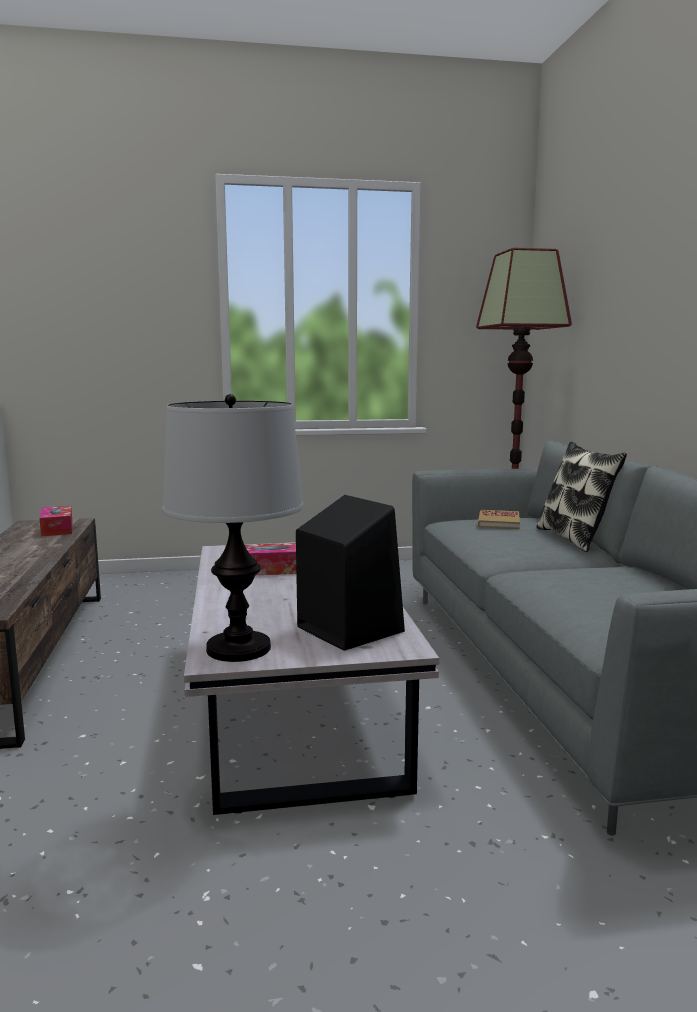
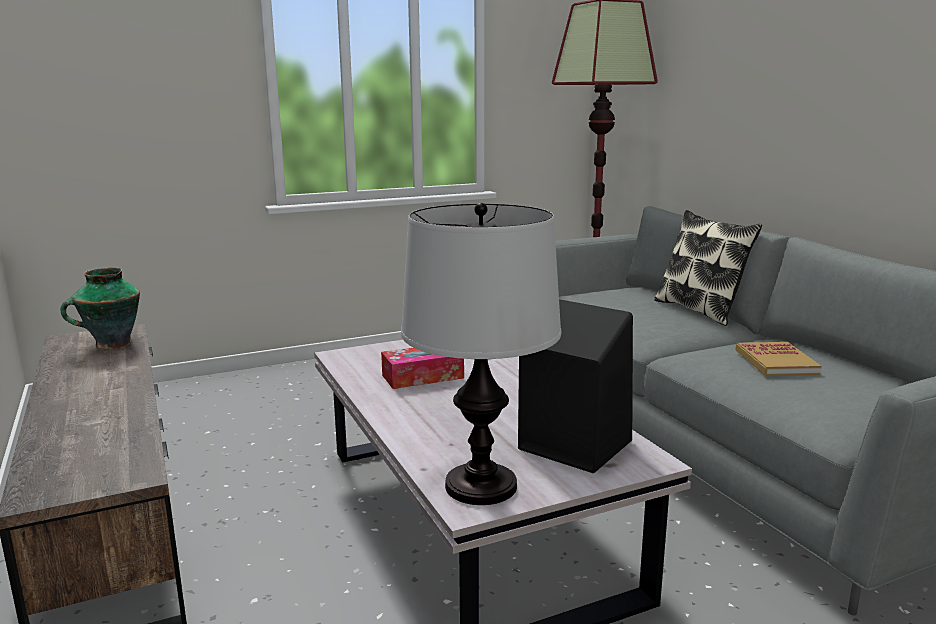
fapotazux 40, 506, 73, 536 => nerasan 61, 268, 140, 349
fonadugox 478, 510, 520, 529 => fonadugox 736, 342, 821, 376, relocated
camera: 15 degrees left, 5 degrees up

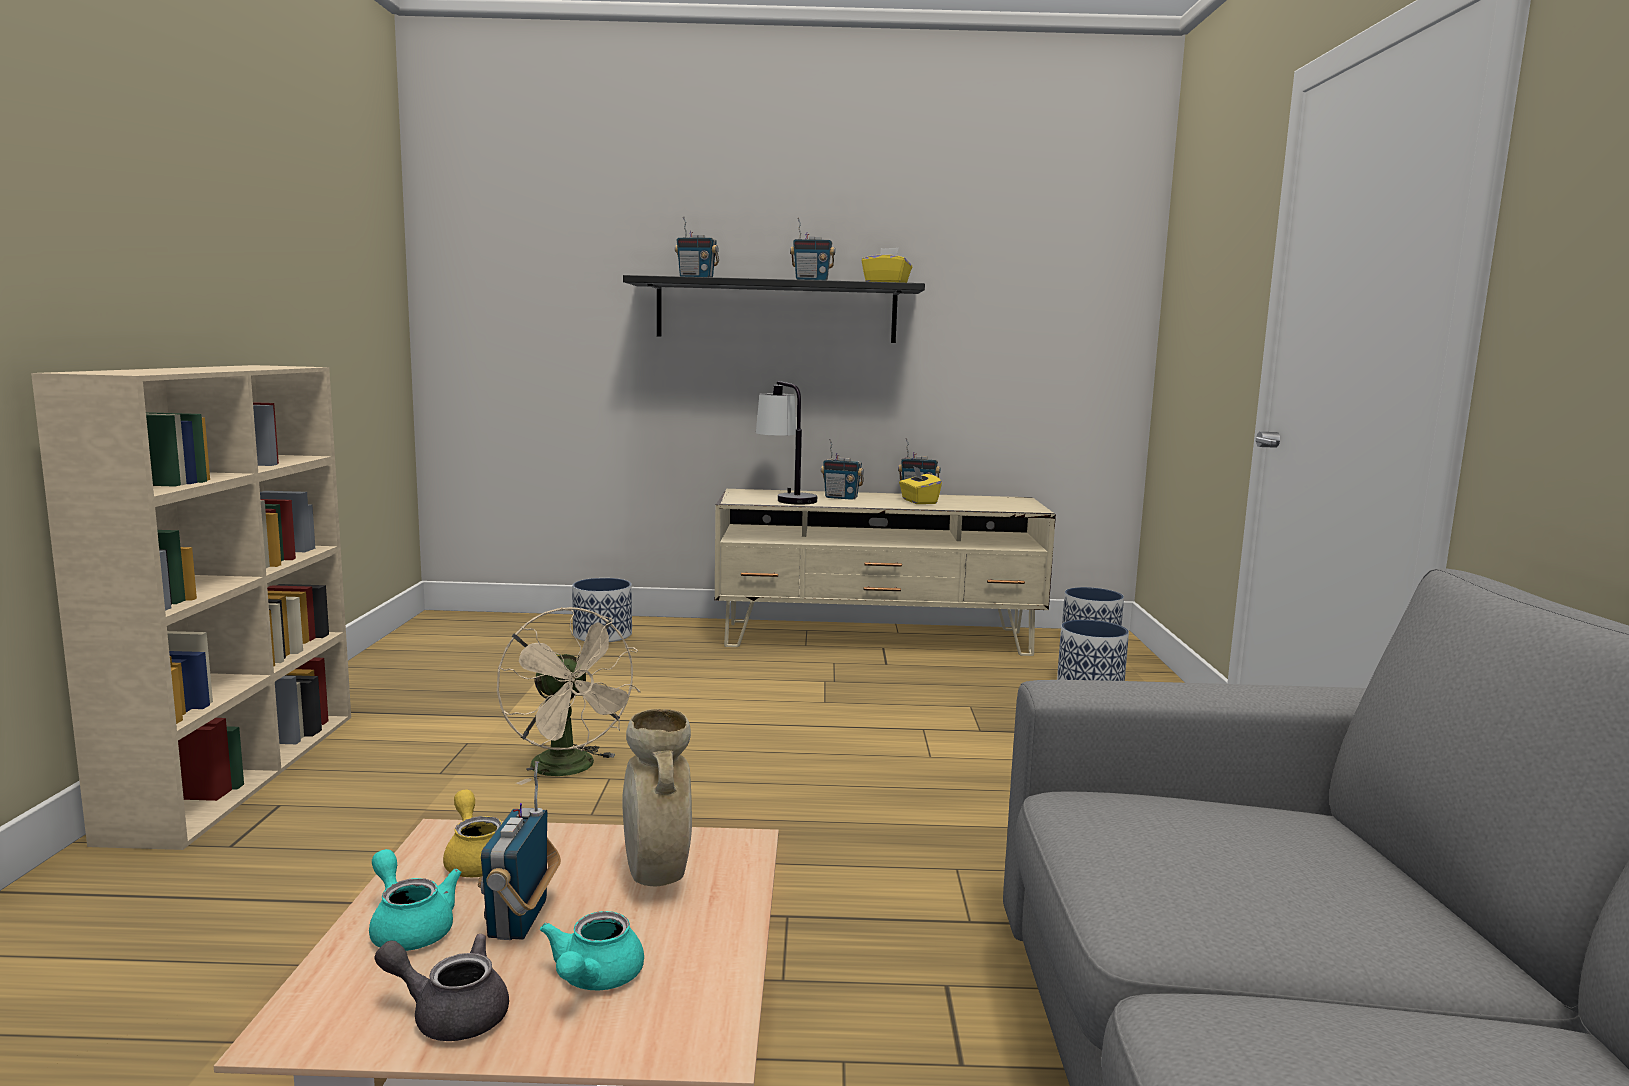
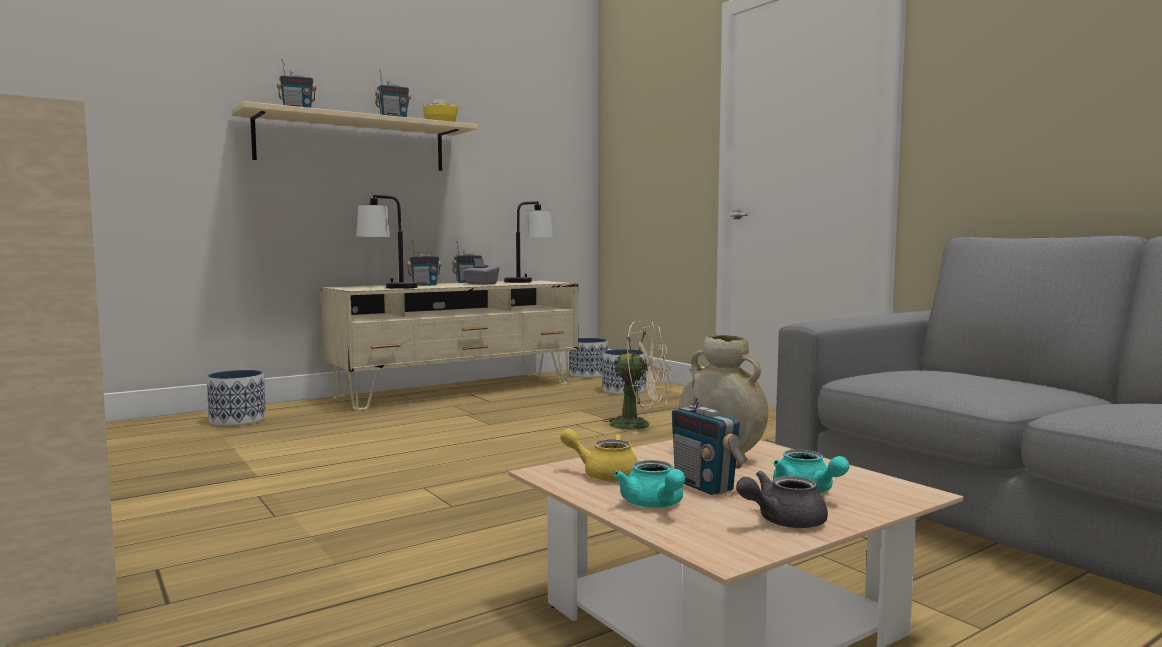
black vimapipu 623, 275, 925, 343 => beige vimapipu 231, 101, 478, 171
yellow fapotazux 899, 466, 942, 504 => grey fapotazux 463, 258, 500, 285
nothing => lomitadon 504, 201, 553, 283
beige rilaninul 497, 607, 641, 785 => beige rilaninul 602, 320, 671, 434, relocated
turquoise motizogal 369, 849, 462, 951 => turquoise motizogal 614, 460, 685, 508, 120 degrees counterclockwise
camera: 35 degrees left, 5 degrees down

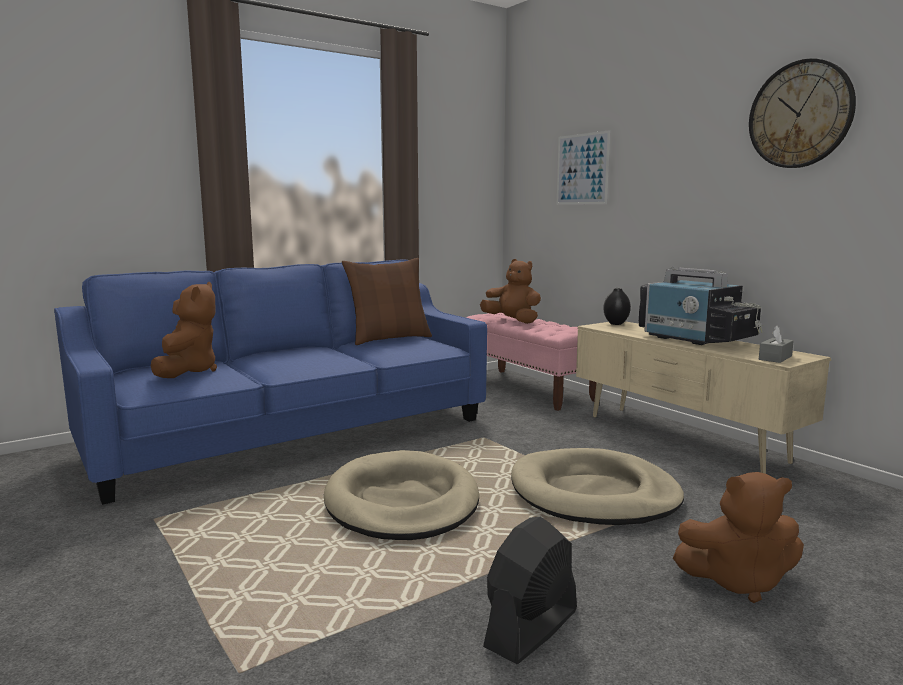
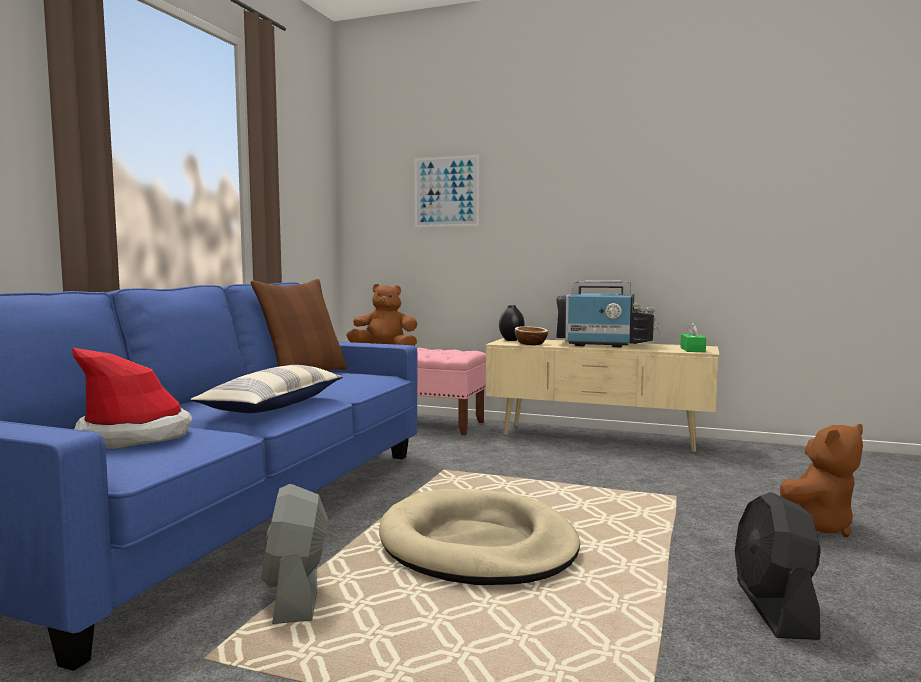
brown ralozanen 151, 282, 217, 378 => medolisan 72, 347, 192, 449
nothing => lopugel 190, 365, 343, 413
nothing => grey rilaninul 261, 484, 328, 624
nothing => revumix 515, 326, 548, 345
grey fapotazux 759, 326, 794, 363 => green fapotazux 680, 322, 706, 352
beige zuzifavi 511, 448, 684, 525 => nothing
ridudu 749, 59, 856, 168 => nothing
camera: 35 degrees left, 5 degrees down

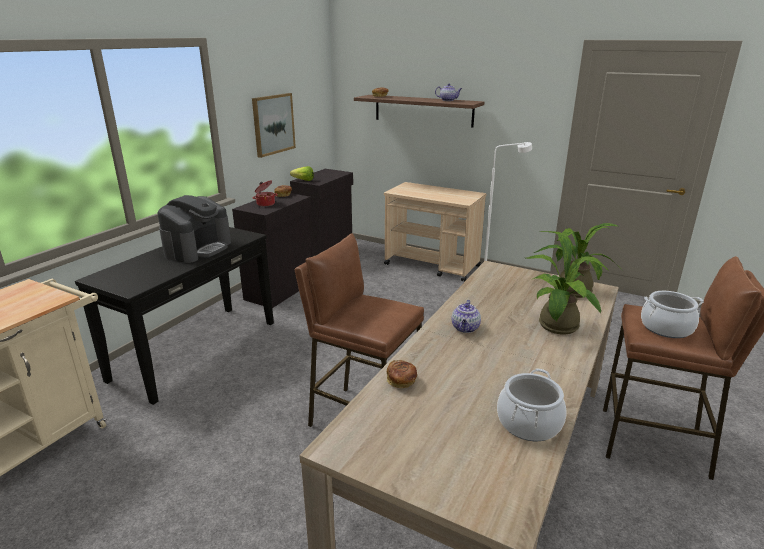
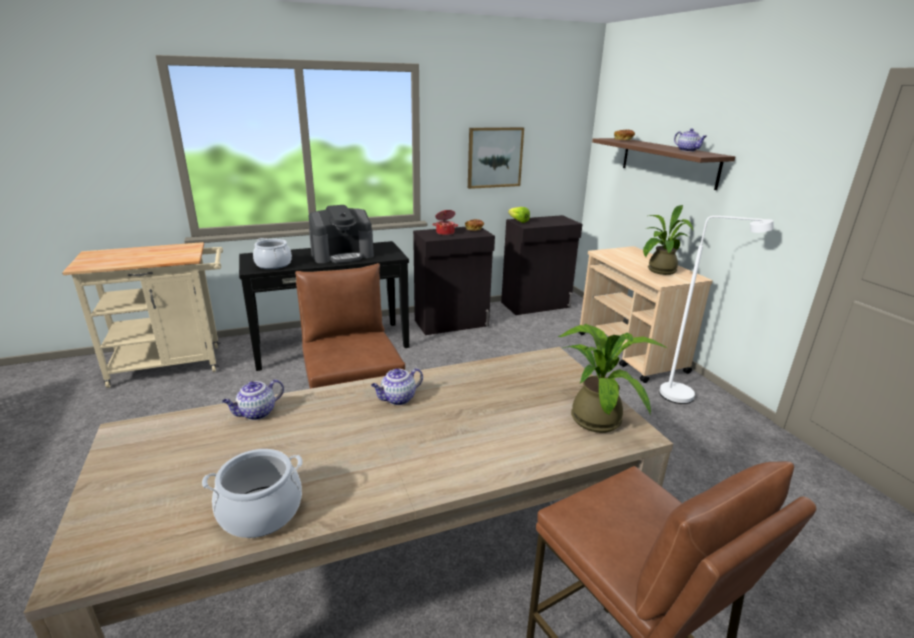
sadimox 386, 360, 417, 389 => motizogal 222, 379, 284, 420
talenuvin 641, 291, 704, 338 => talenuvin 253, 238, 292, 269, relocated
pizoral 526, 233, 609, 334 => pizoral 643, 205, 693, 275, relocated
camera: 40 degrees right, 0 degrees up

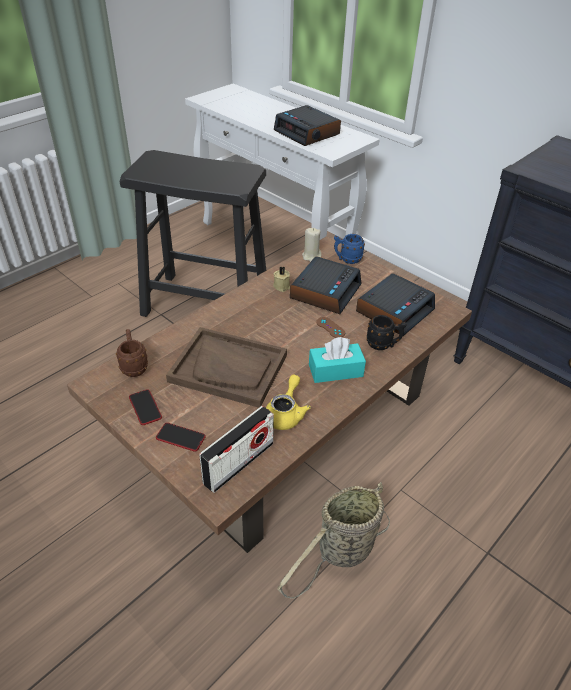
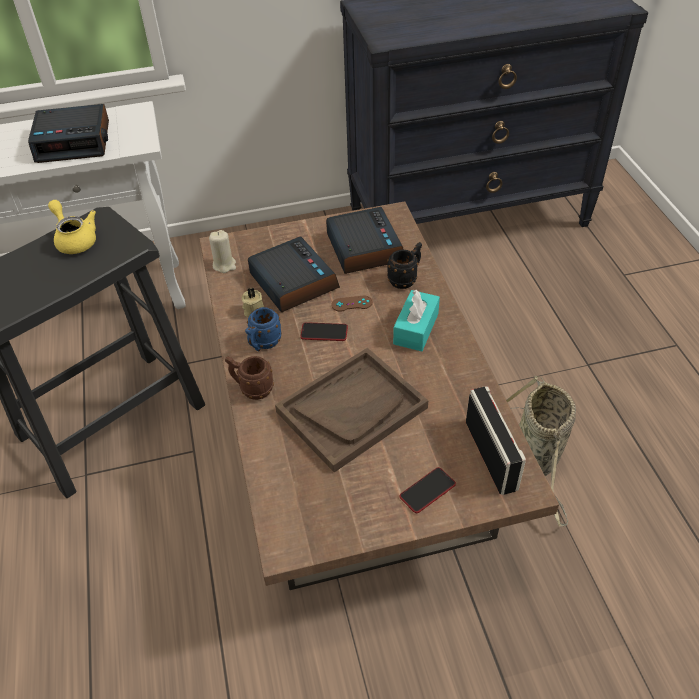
yellow motizogal 266, 375, 311, 430 => yellow motizogal 48, 200, 96, 254, relocated
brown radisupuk 116, 329, 148, 377 => brown radisupuk 225, 356, 274, 400, relocated
blue radisupuk 334, 234, 365, 264 => blue radisupuk 245, 307, 282, 351, relocated
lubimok 129, 389, 162, 425 => lubimok 300, 322, 348, 341, relocated
camera: 55 degrees left, 5 degrees up

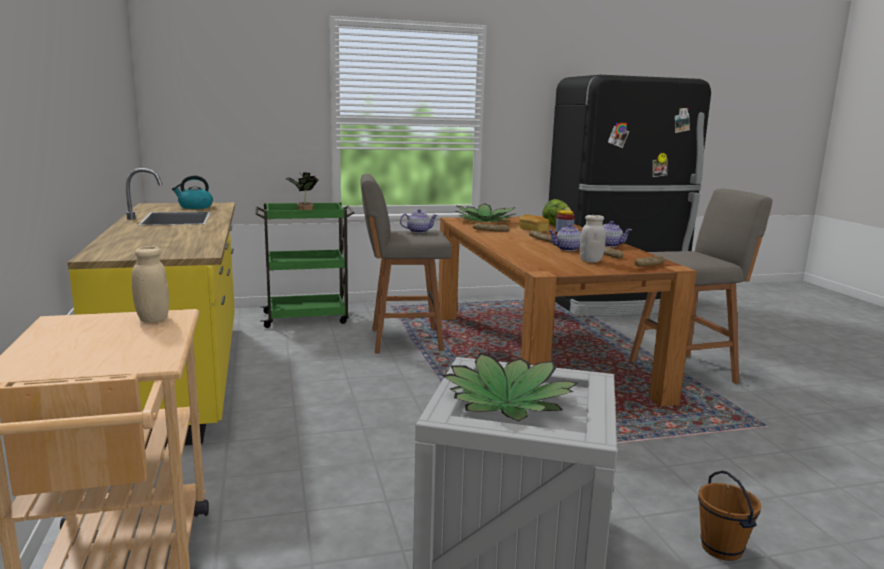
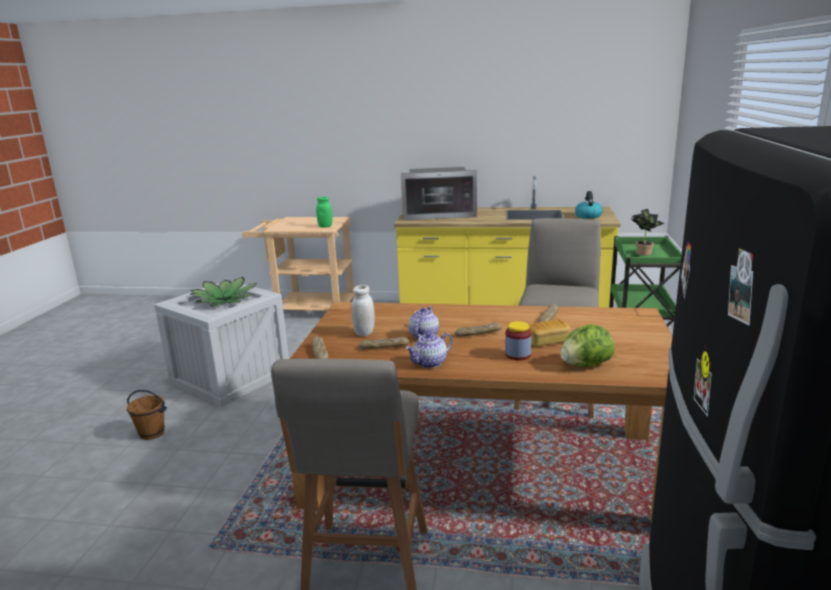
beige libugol 131, 246, 169, 323 => green libugol 316, 197, 333, 228
nothing => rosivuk 401, 167, 477, 220
motizogal 400, 209, 438, 233 => nothing
pizoral 454, 203, 515, 222 => nothing
camera: 115 degrees right, 5 degrees up

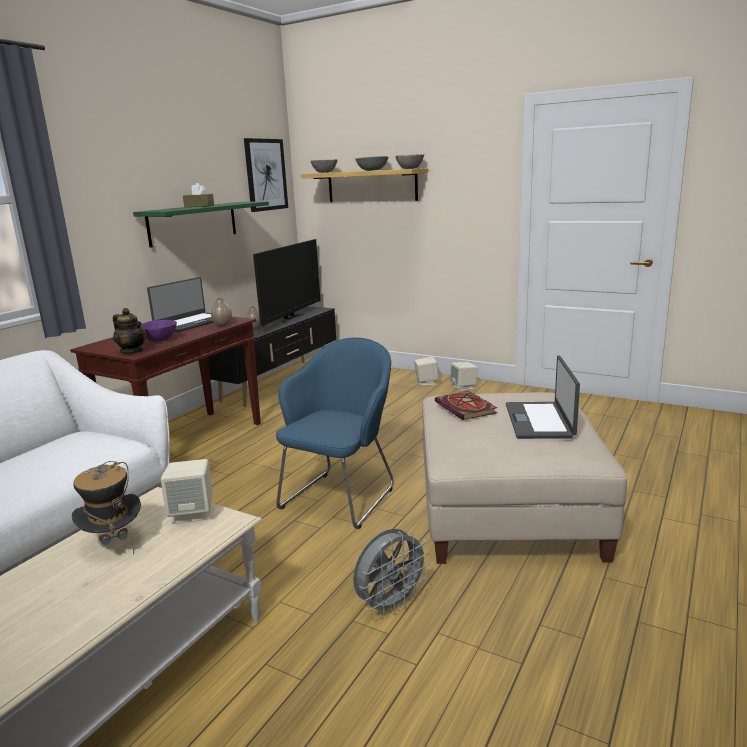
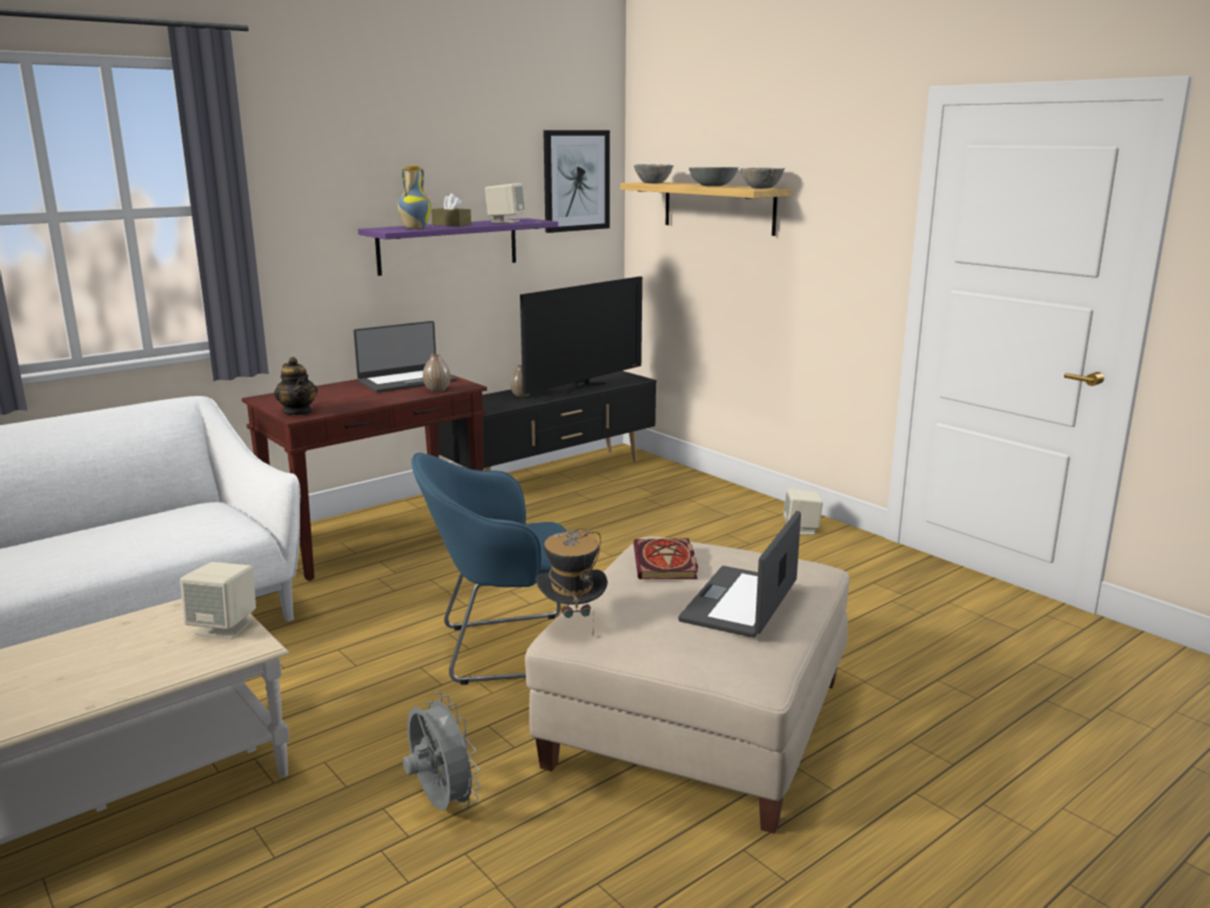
green vimapipu 133, 201, 269, 248 => purple vimapipu 358, 218, 558, 276
nothing => nerasan 398, 166, 431, 229
grey rilaninul 353, 529, 430, 618 => grey rilaninul 403, 692, 481, 811, 105 degrees counterclockwise
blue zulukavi 276, 337, 394, 529 => blue zulukavi 411, 453, 570, 685, 150 degrees counterclockwise
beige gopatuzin 414, 357, 439, 386 => beige gopatuzin 485, 183, 525, 223, relocated
medolisan 72, 461, 141, 554 => medolisan 536, 528, 608, 635, relocated
purple revumix 140, 320, 177, 342 => nothing
camera: 20 degrees right, 0 degrees up

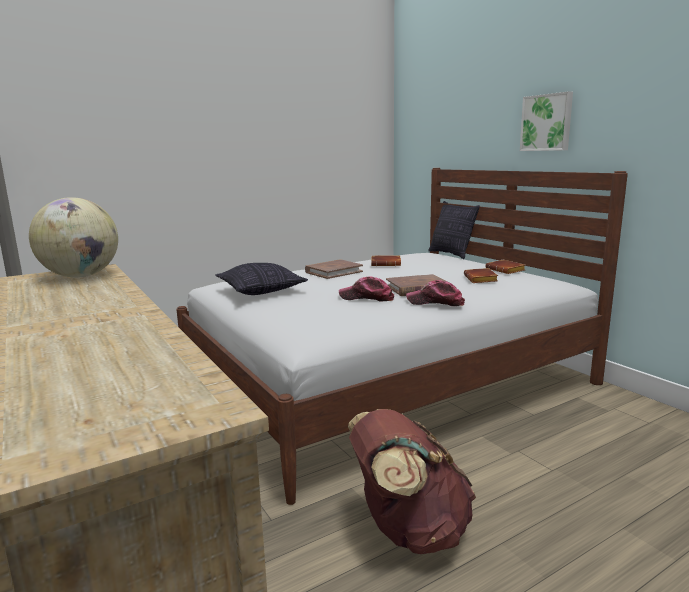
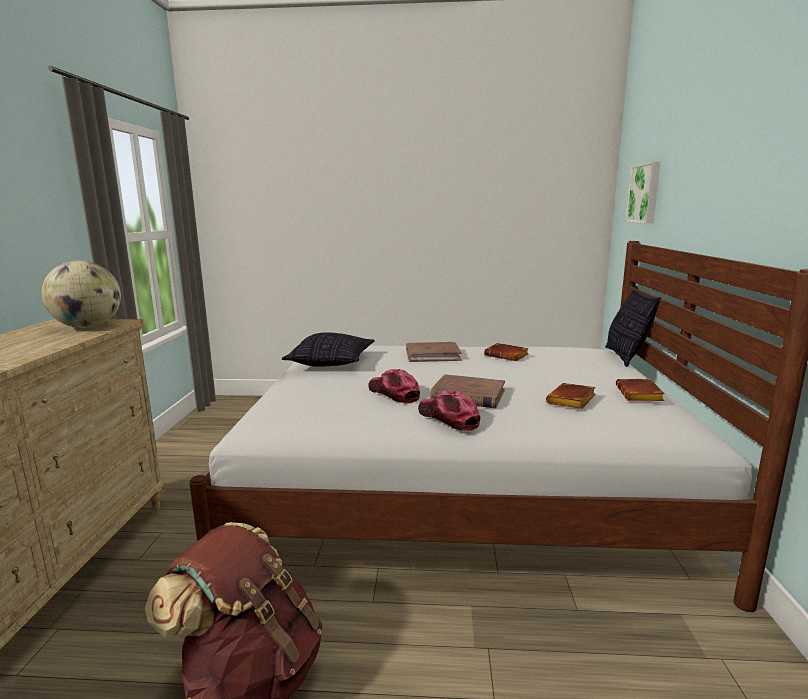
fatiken 520, 91, 573, 151 => fatiken 625, 161, 660, 223, relocated
camera: 35 degrees right, 0 degrees up

